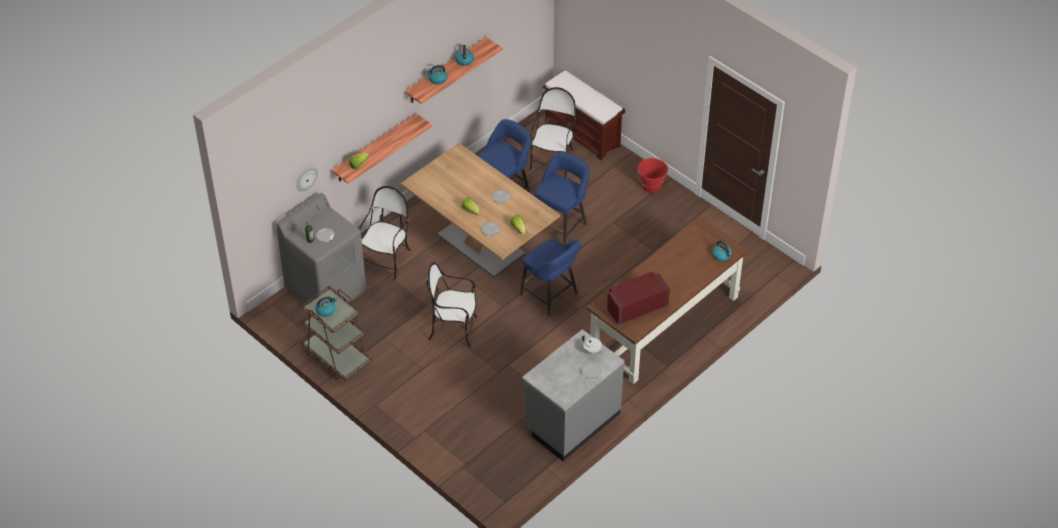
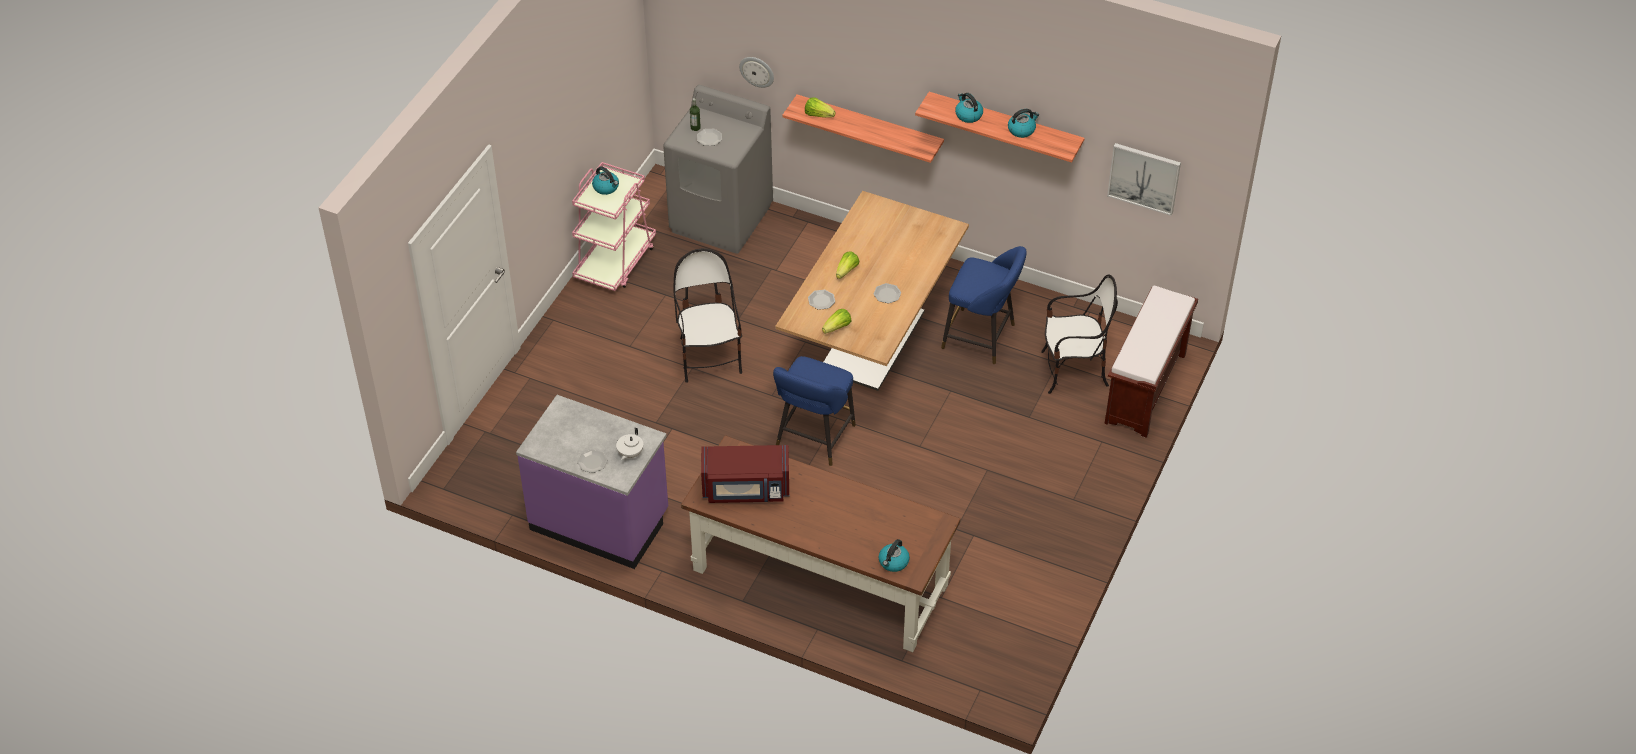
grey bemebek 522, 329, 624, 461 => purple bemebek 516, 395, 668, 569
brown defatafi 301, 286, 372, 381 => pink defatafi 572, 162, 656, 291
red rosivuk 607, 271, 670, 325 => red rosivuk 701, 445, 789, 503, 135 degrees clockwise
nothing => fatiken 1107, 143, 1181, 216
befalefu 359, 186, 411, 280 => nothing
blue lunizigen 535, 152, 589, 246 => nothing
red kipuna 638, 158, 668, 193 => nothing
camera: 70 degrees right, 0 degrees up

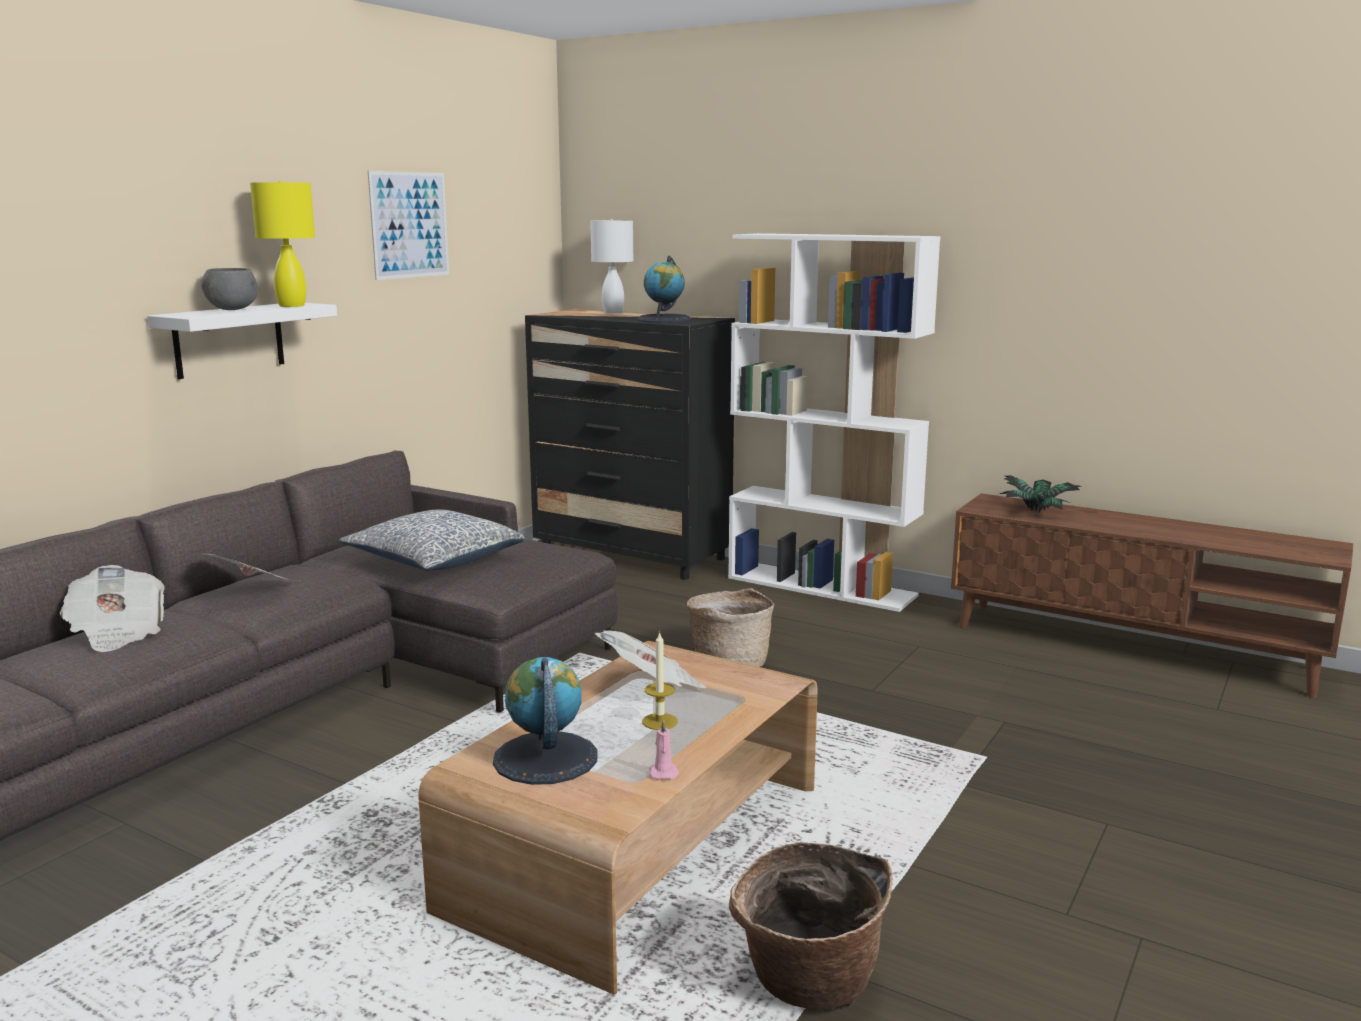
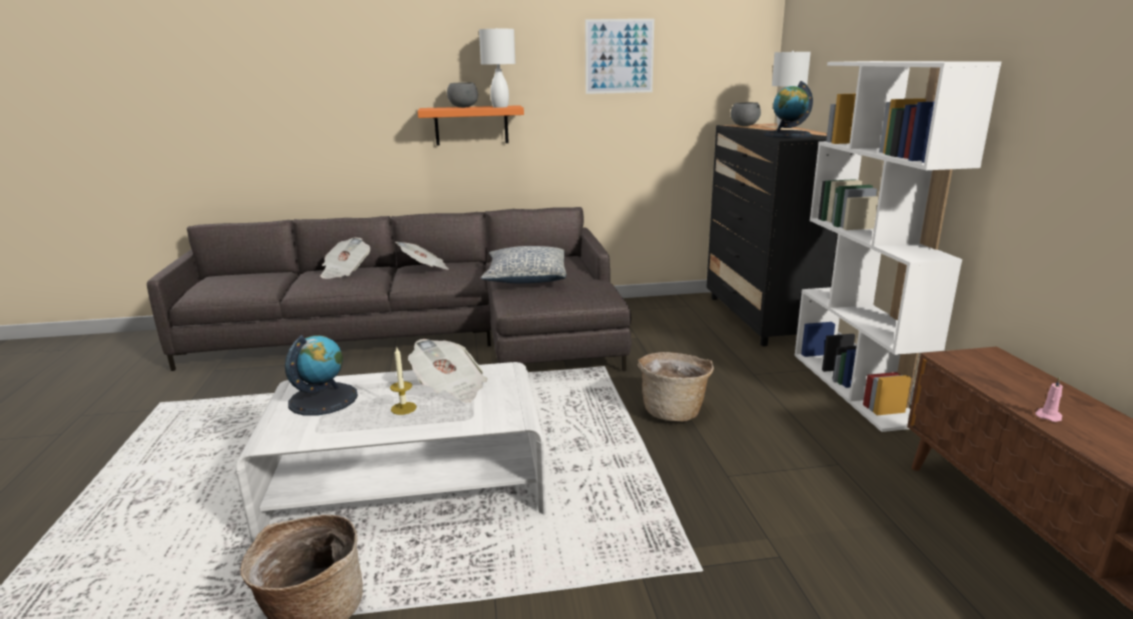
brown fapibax 418, 641, 818, 995 => white fapibax 235, 362, 546, 543
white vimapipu 147, 303, 337, 379 => orange vimapipu 418, 105, 524, 146
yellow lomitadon 250, 181, 315, 307 => white lomitadon 479, 28, 515, 108
nothing => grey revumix 731, 102, 761, 126
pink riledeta 649, 719, 679, 780 => pink riledeta 1035, 377, 1063, 422, relocated
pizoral 1000, 476, 1082, 512 => nothing
camera: 50 degrees right, 5 degrees up

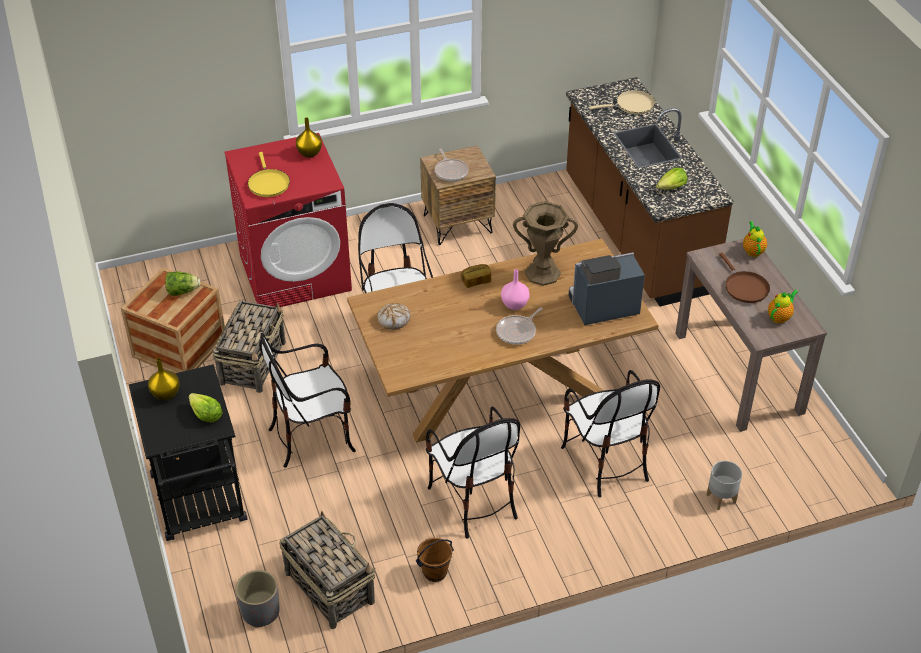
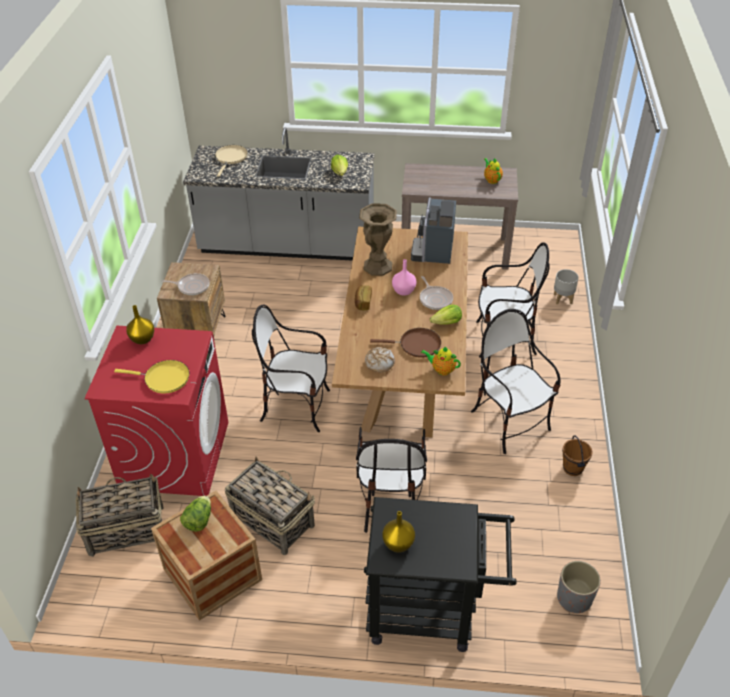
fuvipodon 279, 511, 376, 629 => fuvipodon 76, 473, 163, 557, relocated
brown bemebek 566, 77, 733, 306 => grey bemebek 183, 128, 375, 261
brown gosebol 719, 253, 770, 303 => brown gosebol 370, 328, 441, 358, relocated
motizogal 743, 221, 767, 257 => motizogal 421, 347, 461, 375, relocated
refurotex 189, 393, 223, 422 => refurotex 430, 304, 462, 325, relocated
befalefu 426, 406, 520, 539 => befalefu 471, 309, 561, 454, 120 degrees counterclockwise
camera: 65 degrees left, 0 degrees up

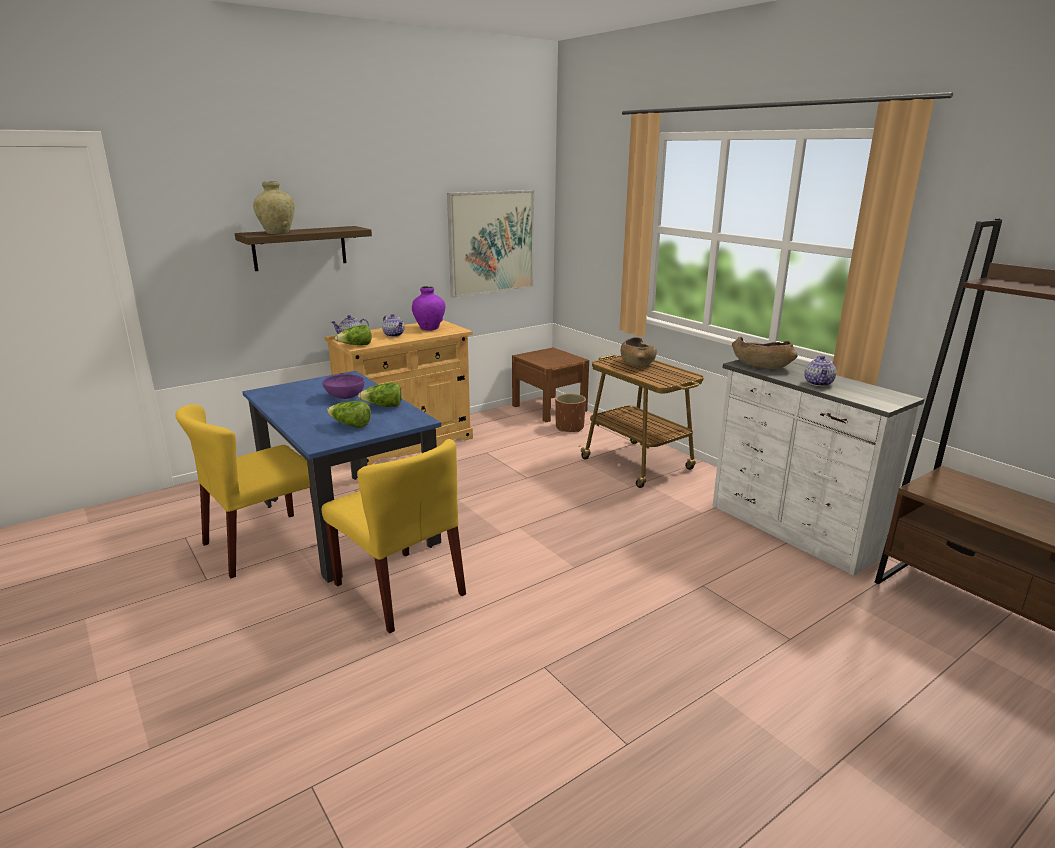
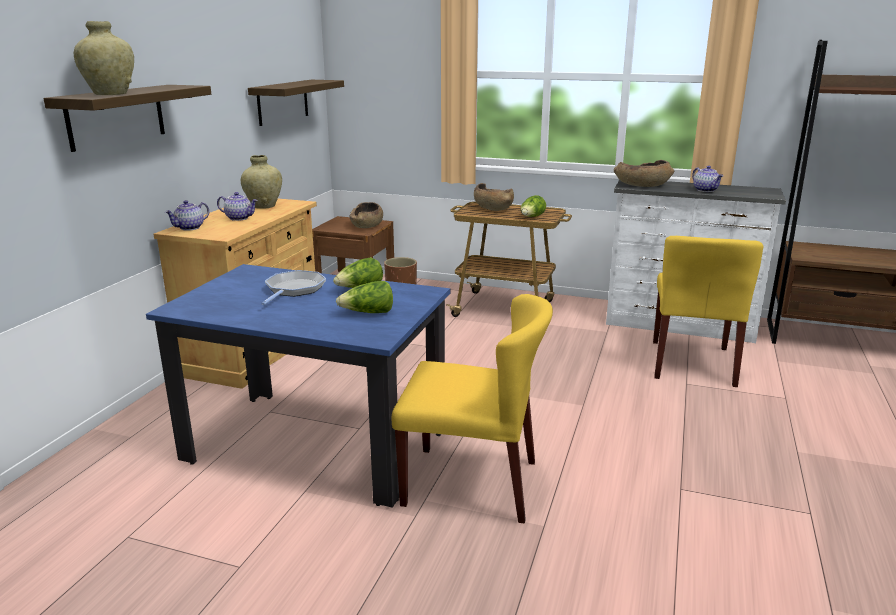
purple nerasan 412, 286, 445, 331 => beige nerasan 241, 155, 282, 209
fatiken 447, 190, 534, 298 => vimapipu 248, 80, 344, 126
purple revumix 322, 374, 364, 399 => gosebol 261, 270, 326, 305
nothing => brown revumix 350, 202, 383, 228
refurotex 335, 325, 371, 345 => refurotex 520, 195, 546, 217, relocated
yellow befalefu 175, 404, 314, 578 => yellow befalefu 653, 236, 763, 387, relocated
camera: 35 degrees left, 0 degrees up

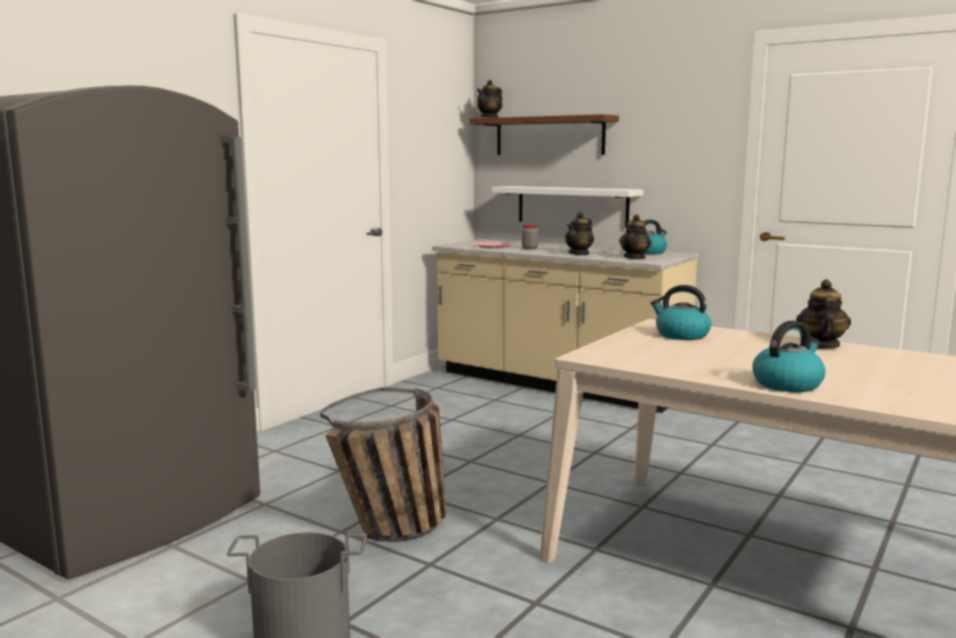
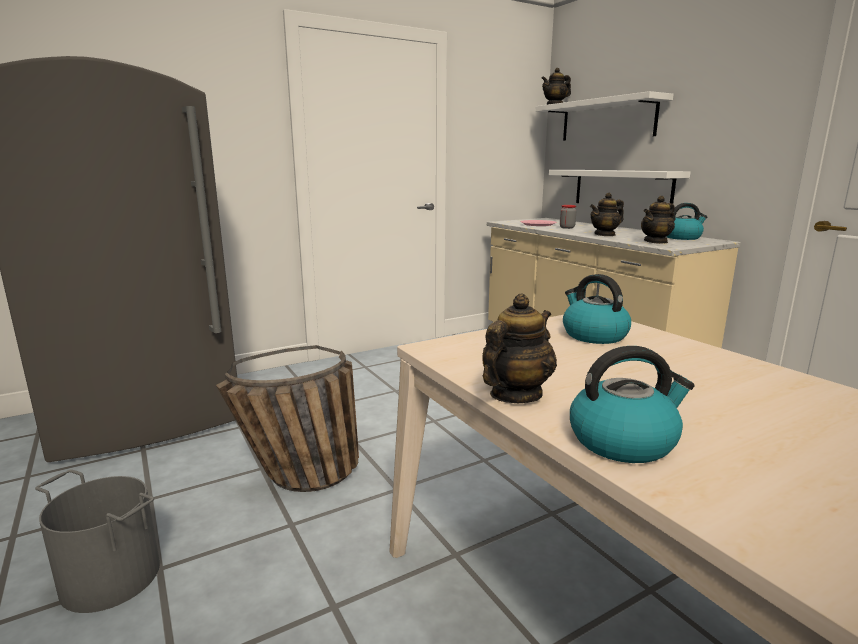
motizogal 796, 279, 851, 349 => motizogal 482, 294, 557, 403, relocated
brown vimapipu 469, 114, 619, 155 => white vimapipu 536, 91, 674, 141
camera: 25 degrees right, 5 degrees up

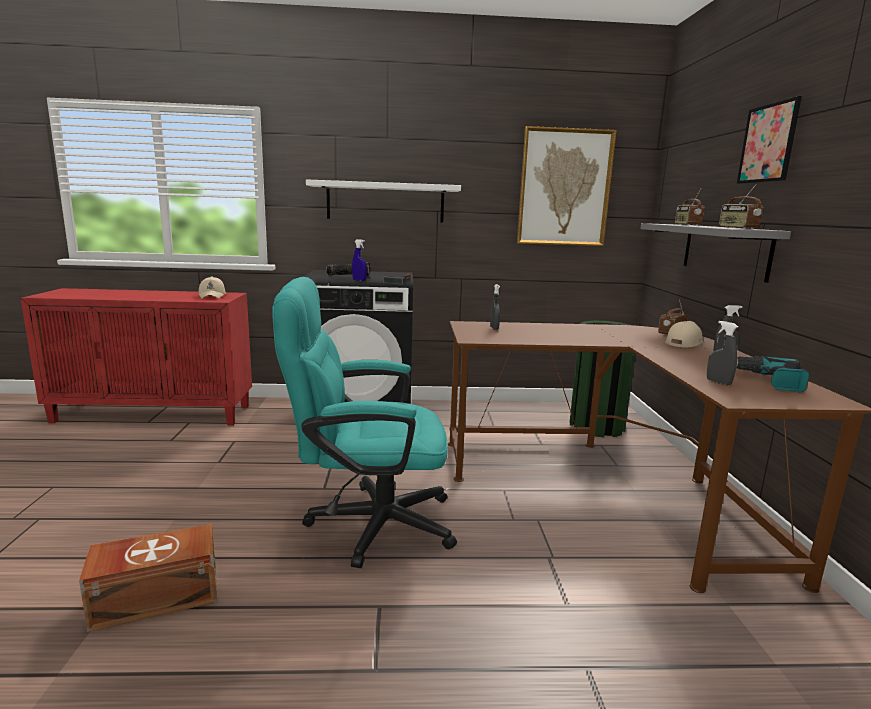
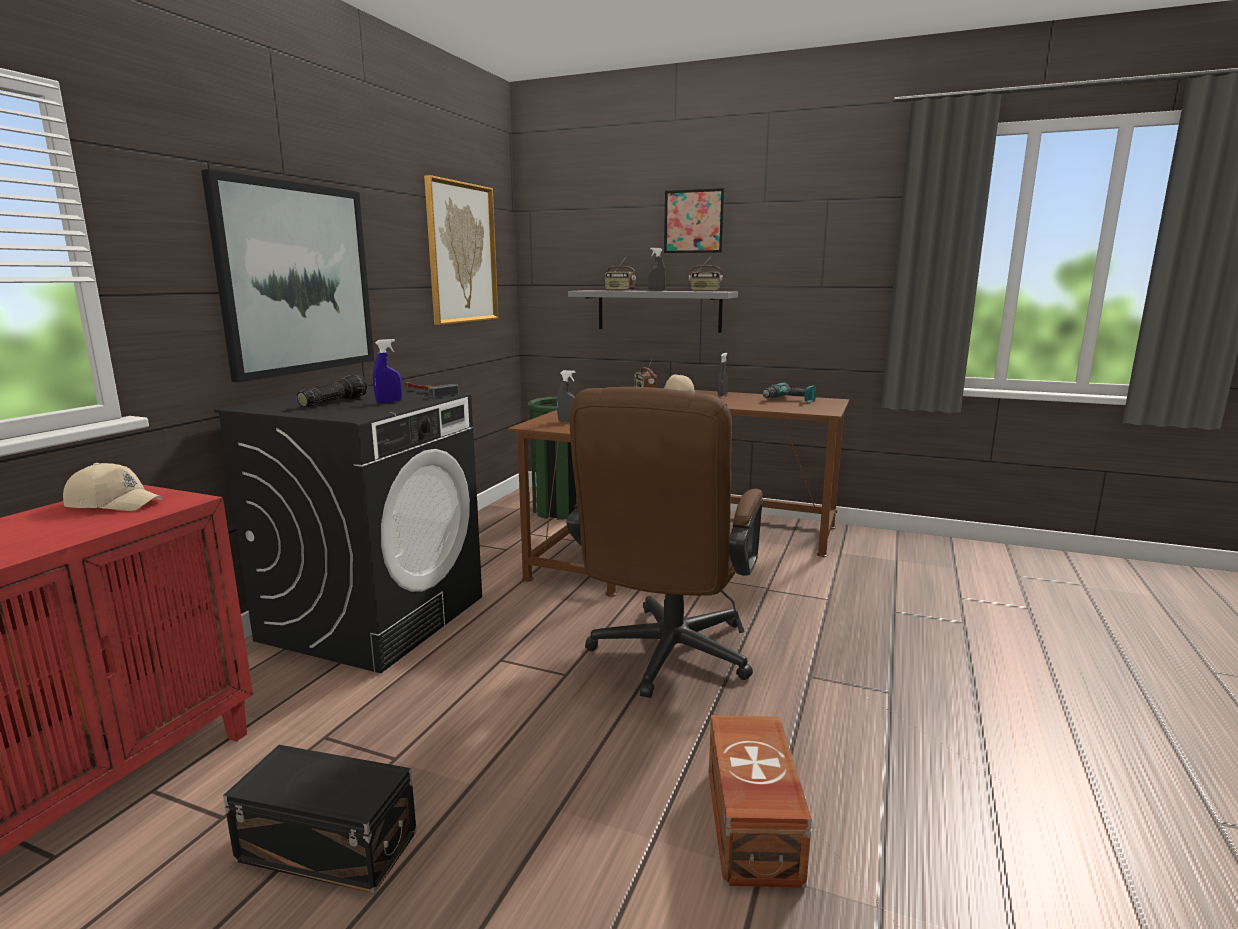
white vimapipu 306, 179, 461, 222 => fatiken 201, 169, 374, 382
nothing => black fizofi 223, 745, 417, 893
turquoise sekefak 272, 277, 457, 568 => brown sekefak 566, 387, 763, 698
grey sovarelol 707, 321, 738, 386 => grey sovarelol 648, 248, 666, 291, relocated
camera: 65 degrees left, 0 degrees up

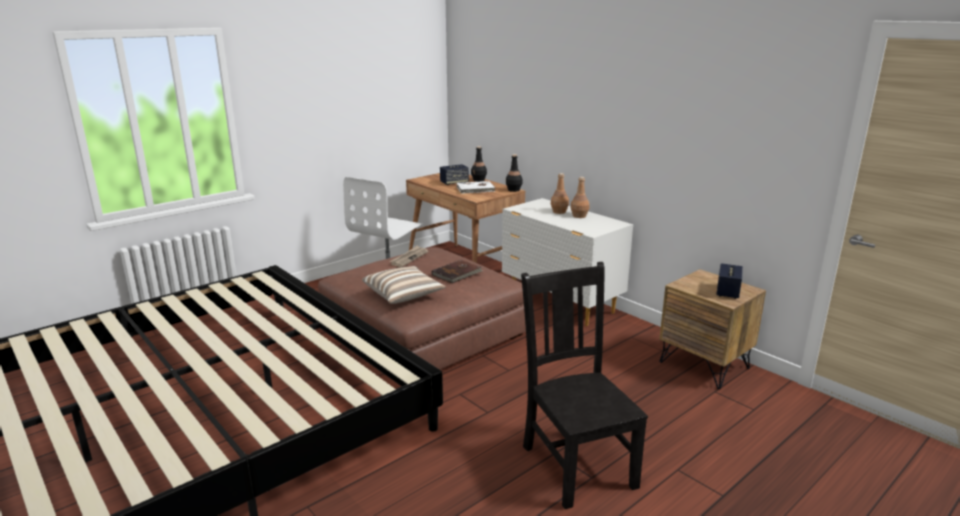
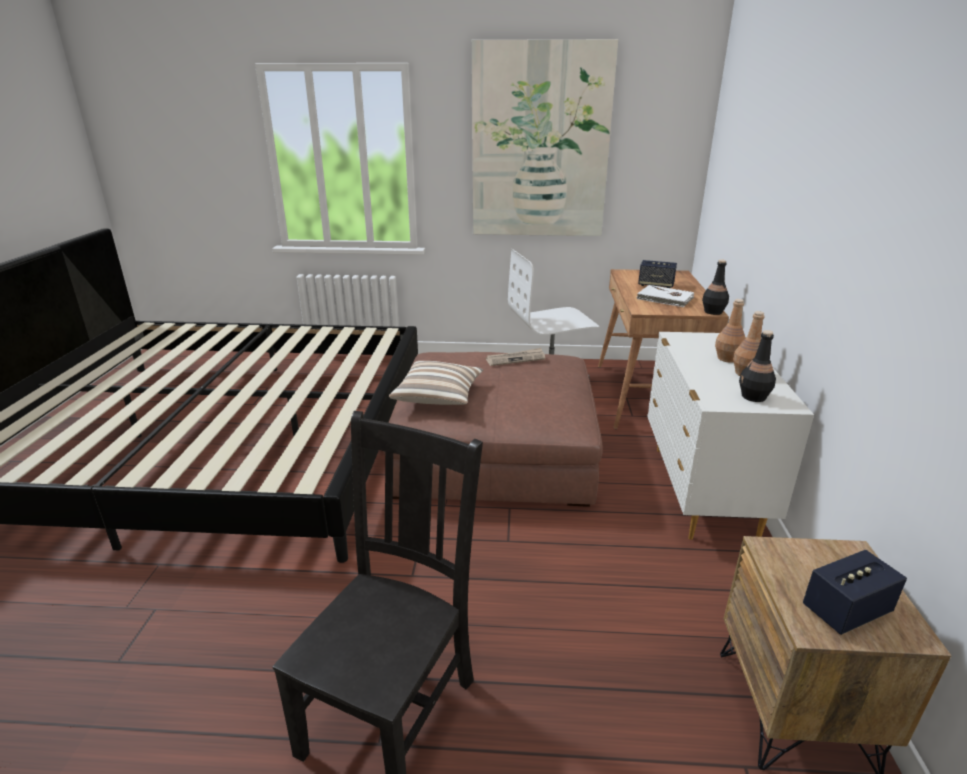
nothing => fatiken 471, 39, 619, 236
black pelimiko 471, 146, 487, 182 => black pelimiko 739, 330, 776, 402, relocated
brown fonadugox 432, 260, 483, 283 => nothing
camera: 45 degrees right, 5 degrees up

